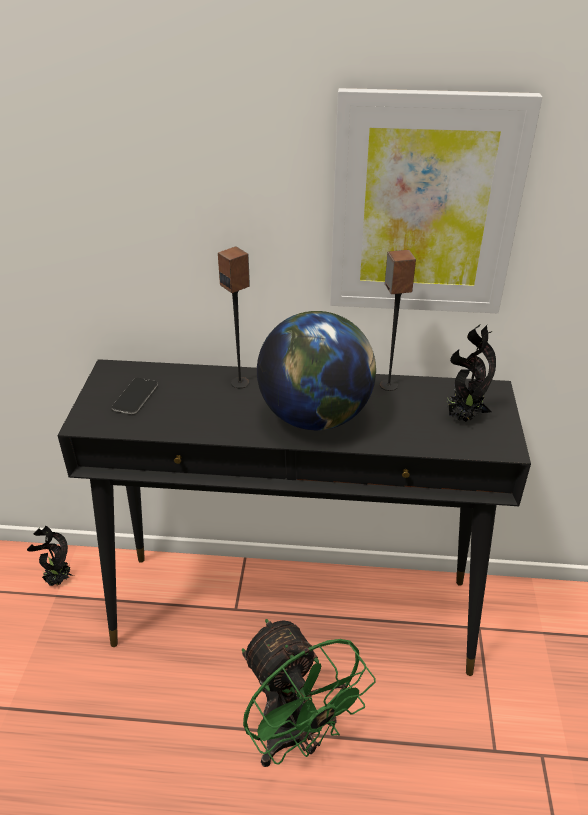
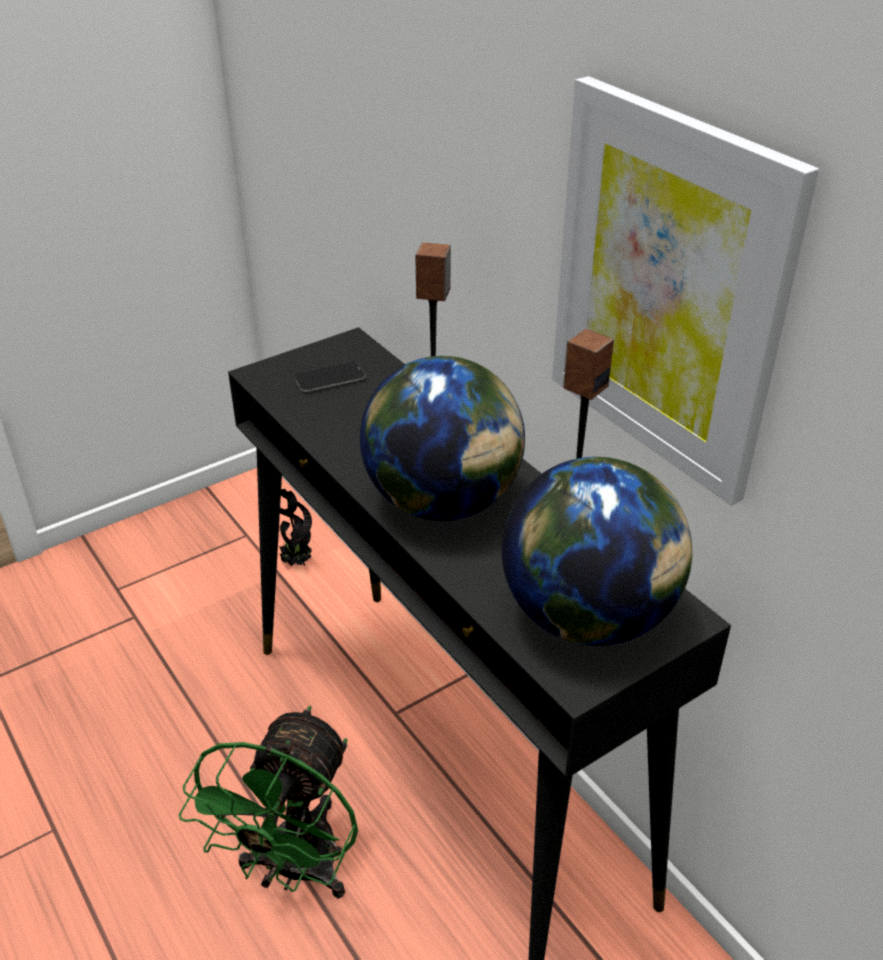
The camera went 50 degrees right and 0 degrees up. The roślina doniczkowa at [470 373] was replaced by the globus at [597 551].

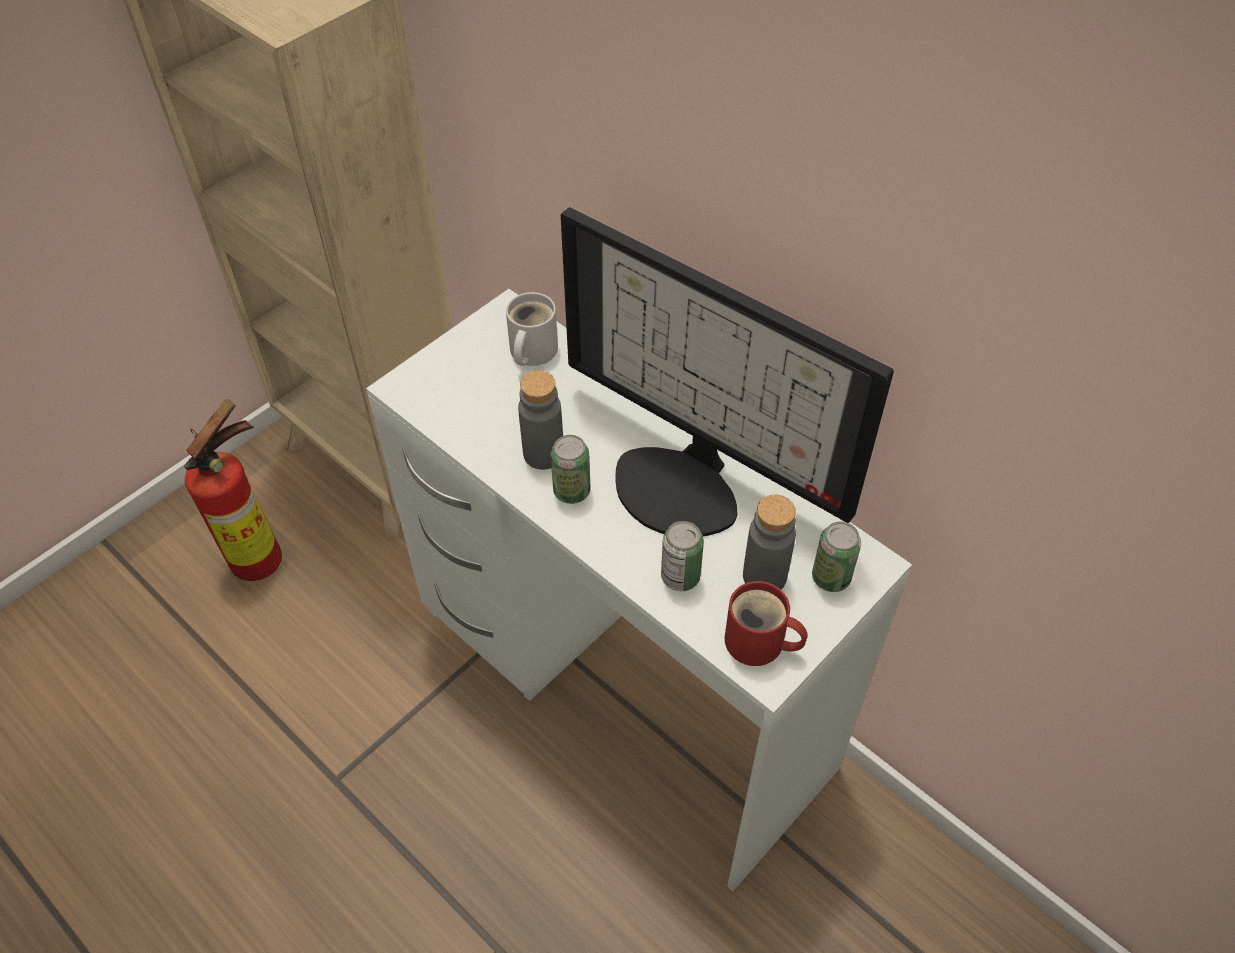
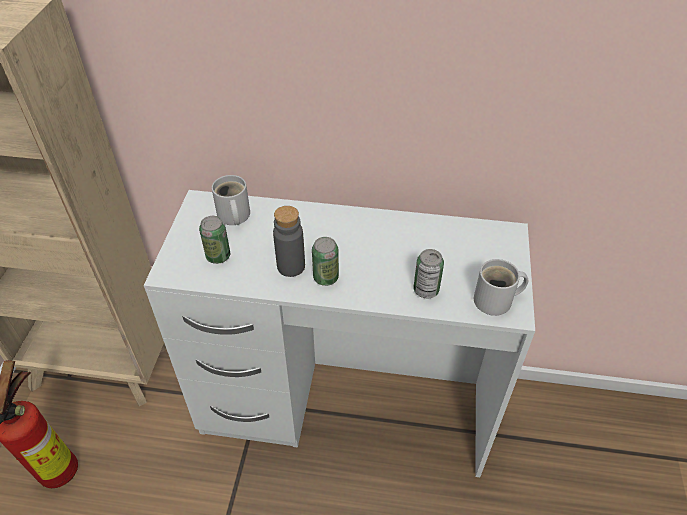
The camera went 35 degrees left and 5 degrees down. The monitor at [727 371] disappeared. The butelka [szary] at [769 542] disappeared. The puszka moved from [836 557] to [214 240]. The kubek [czerwony] at [766 623] became the kubek [biały] at [501 287].

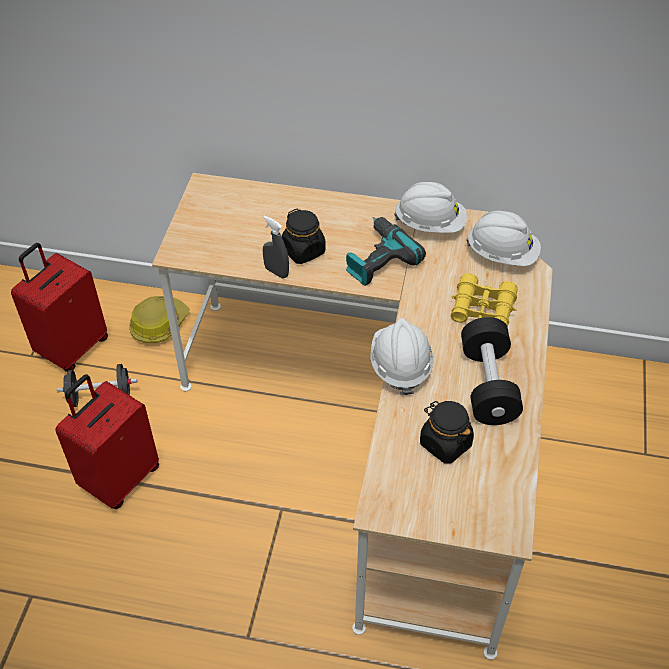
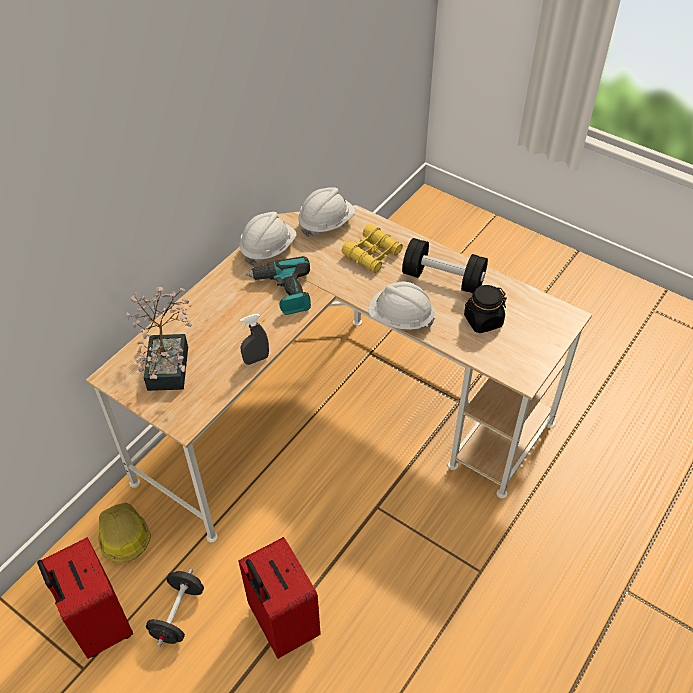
The camera went 65 degrees left and 0 degrees up. The słoik [czarny] at [304 236] disappeared. The roślina doniczkowa at [159 339] appeared.

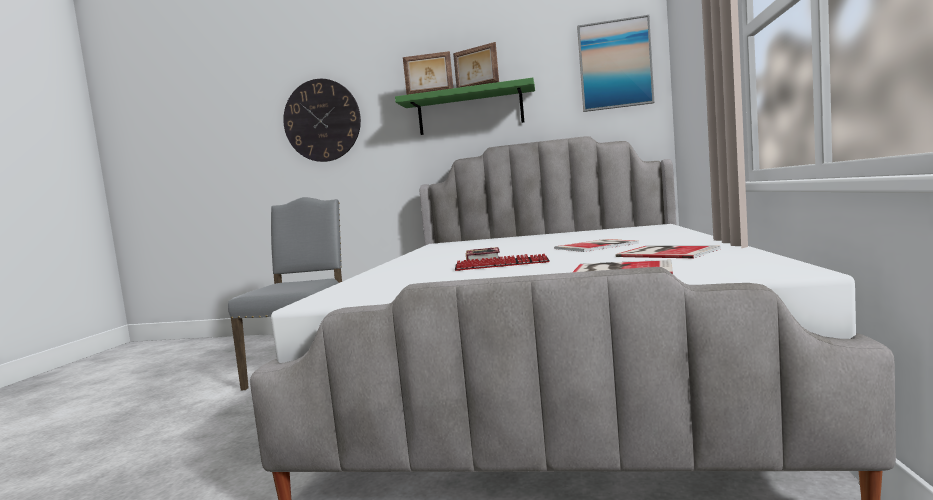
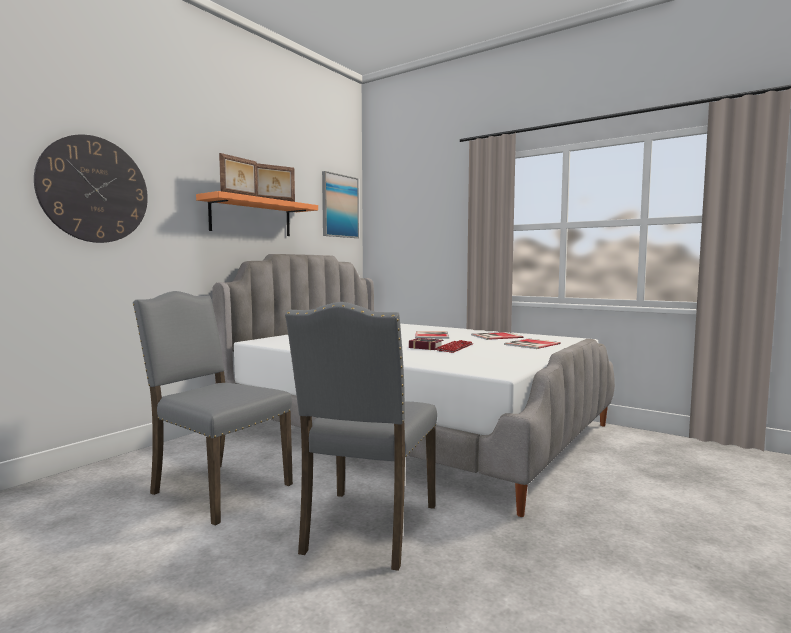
The camera went 65 degrees left and 0 degrees up. The półka [zielony] at [465 106] became the półka [pomarańczowy] at [257 213]. The krzesło [szary] at [361 436] appeared.

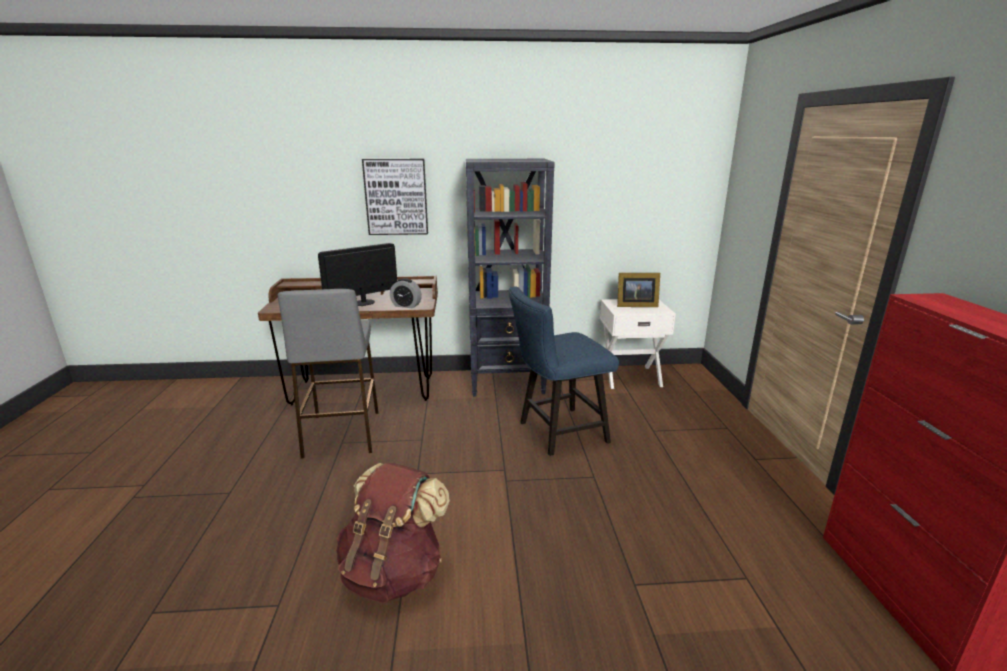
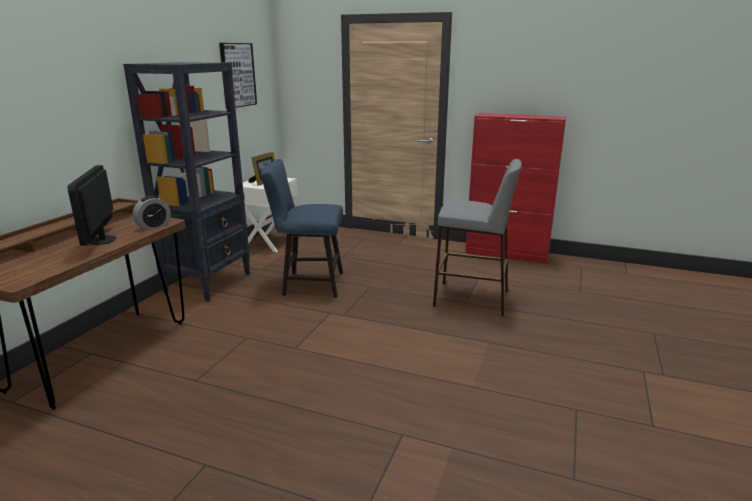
The camera went 65 degrees left and 0 degrees up. The obraz moved from [395 197] to [238 76]. The krzesło [niebieski] at [564 371] turned 90 degrees clockwise. The stołek [szary] moved from [328 374] to [477 237]. The plecak [brązowy] at [393 533] disappeared.

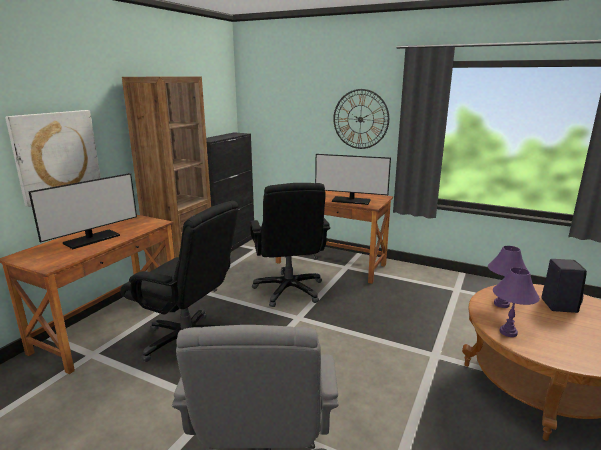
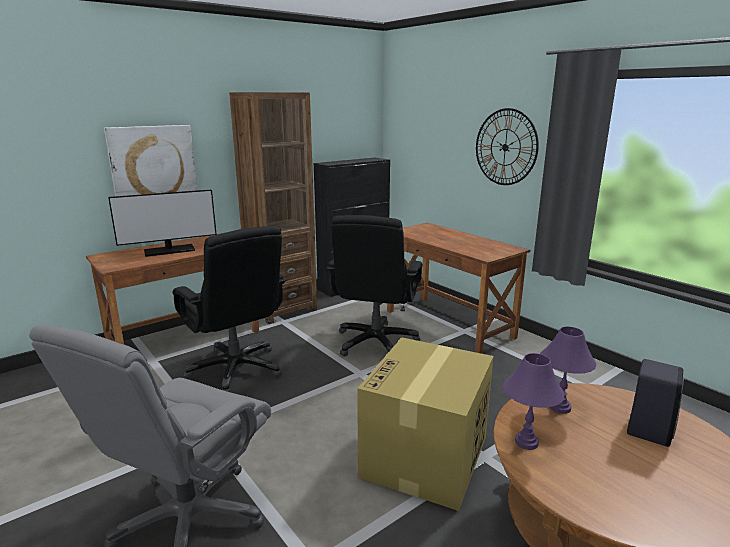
The camera went 25 degrees right and 0 degrees up. The monitor at [353 179] disappeared. The karton at [425 424] appeared.

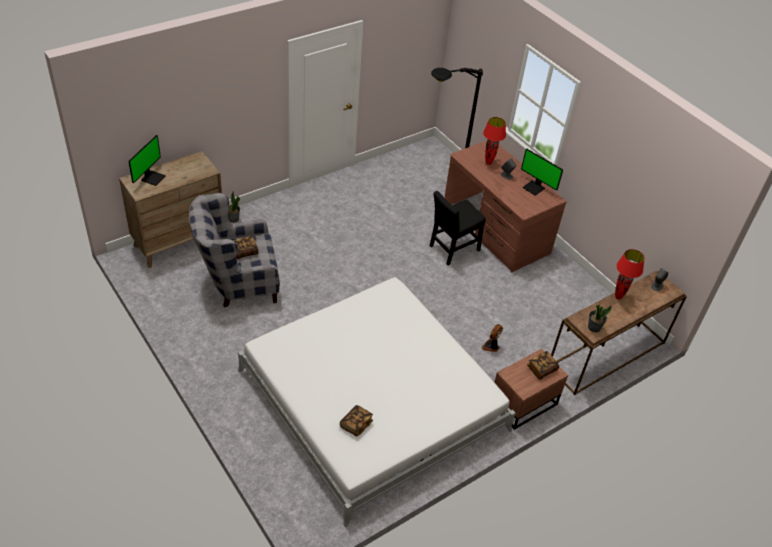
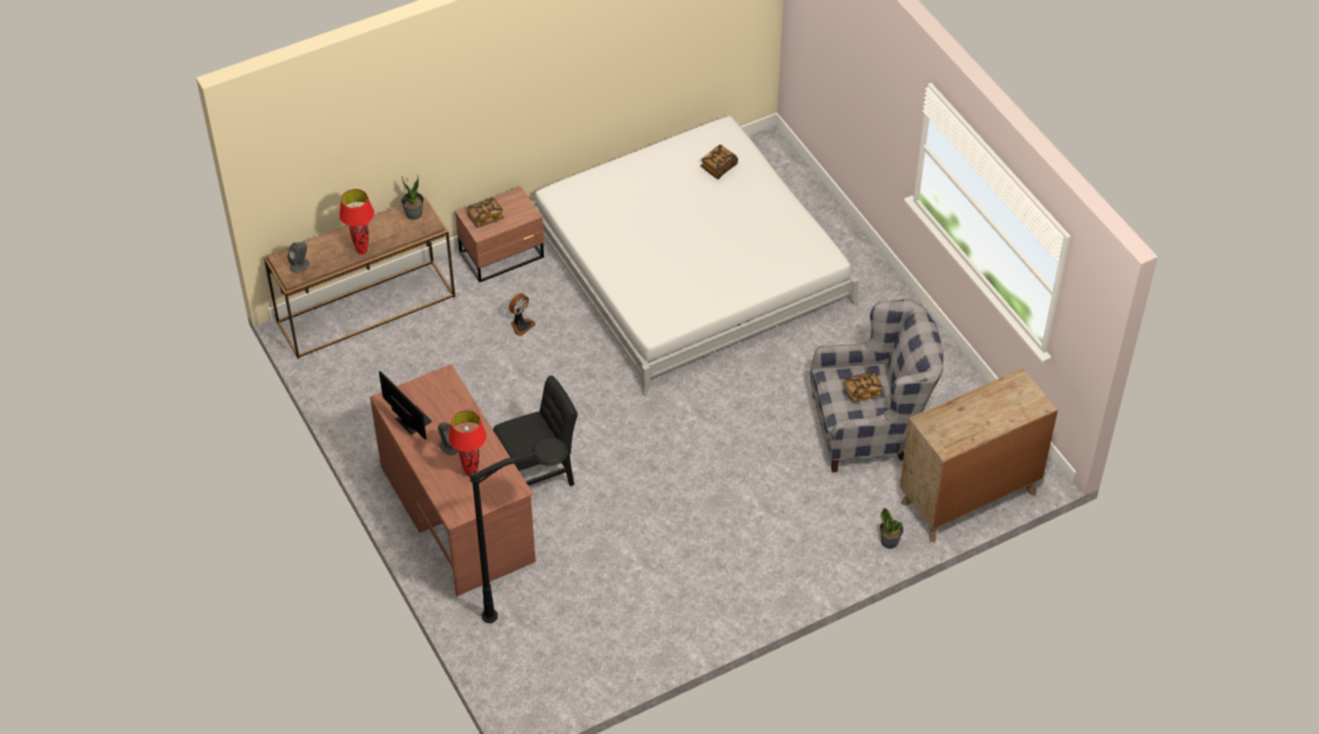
The camera went 170 degrees left and 5 degrees up. The monitor at [147 160] disappeared.

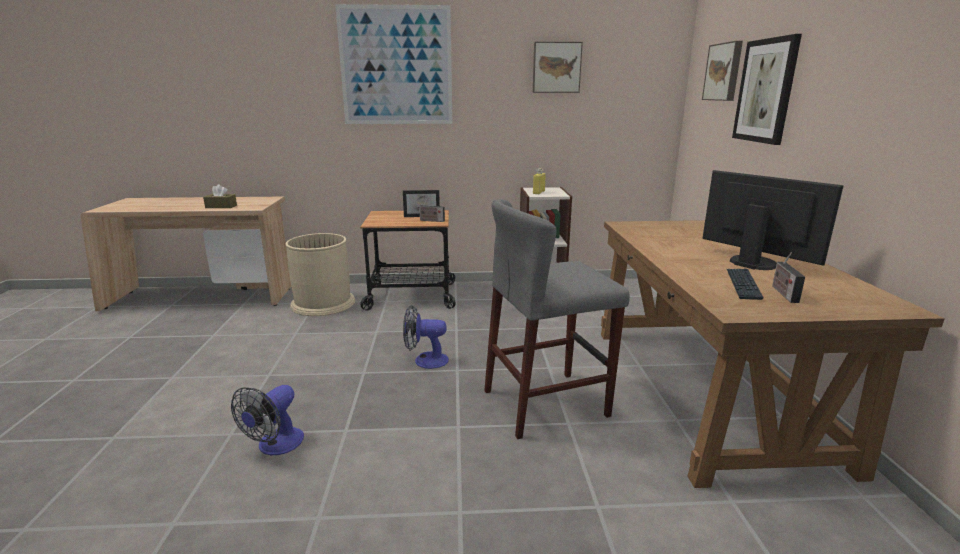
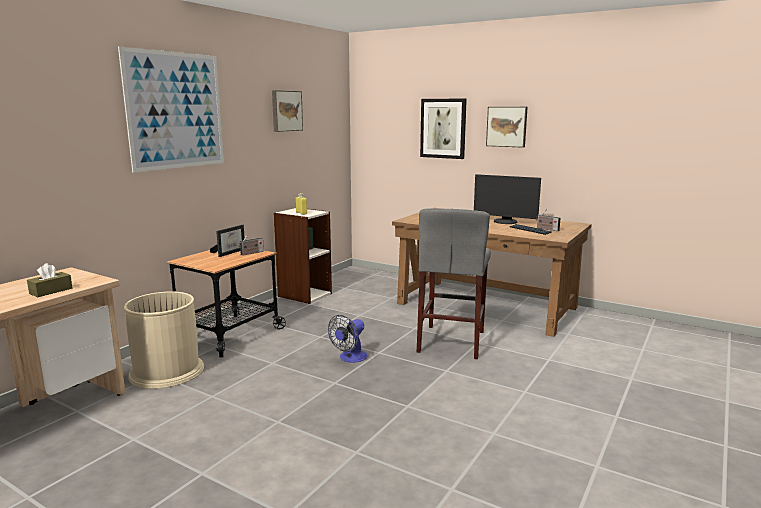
The camera went 55 degrees left and 5 degrees down. The obraz moved from [722 71] to [507 127]. The monitor at [773 220] turned 150 degrees counterclockwise. The wentylator at [267 420] disappeared.

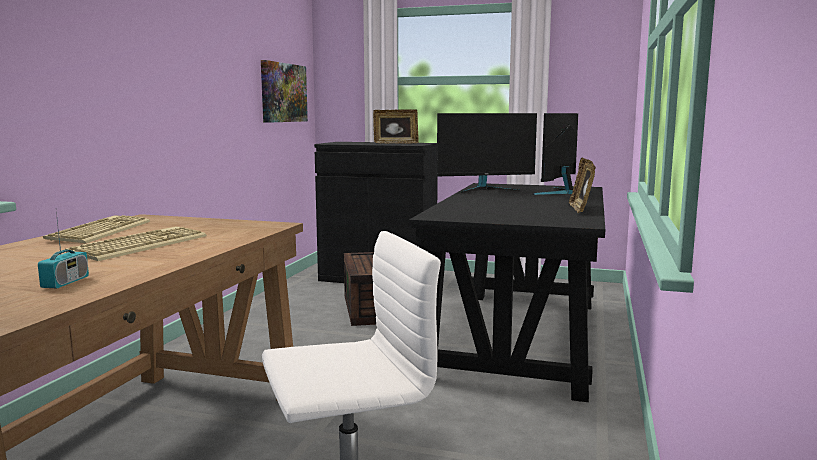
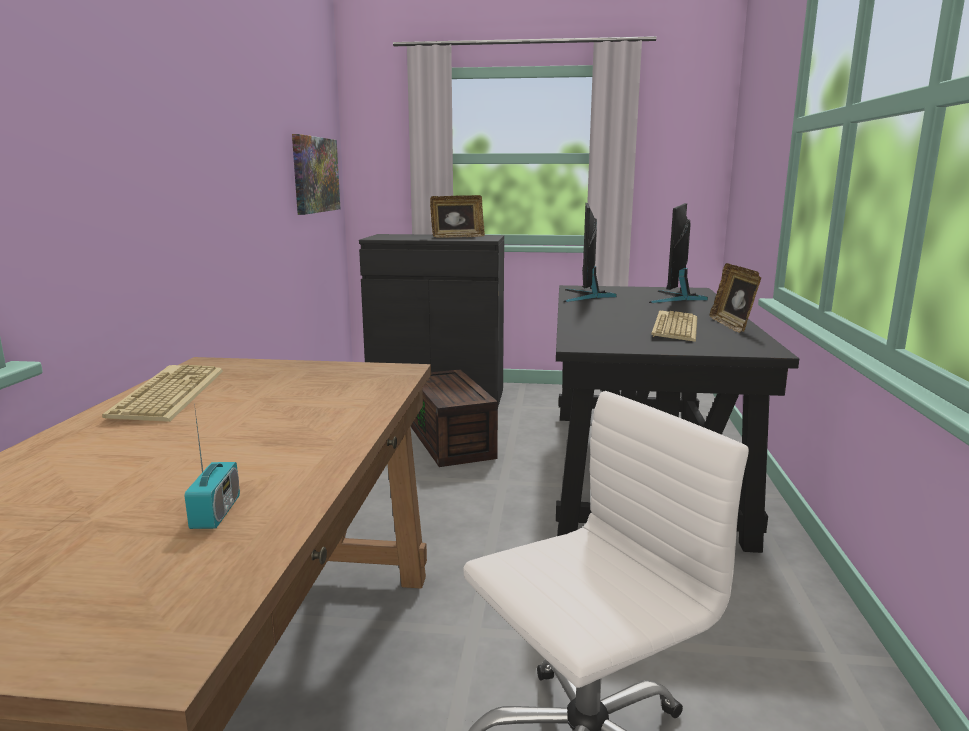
The camera went 10 degrees left and 5 degrees up. The monitor at [487 153] turned 120 degrees clockwise. The klawiatura moved from [136 243] to [674 326].

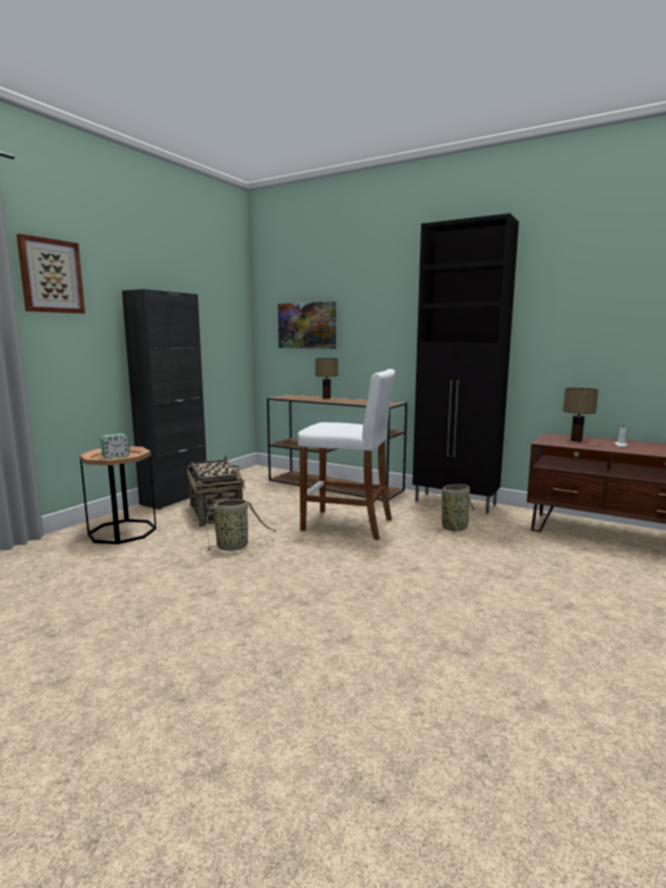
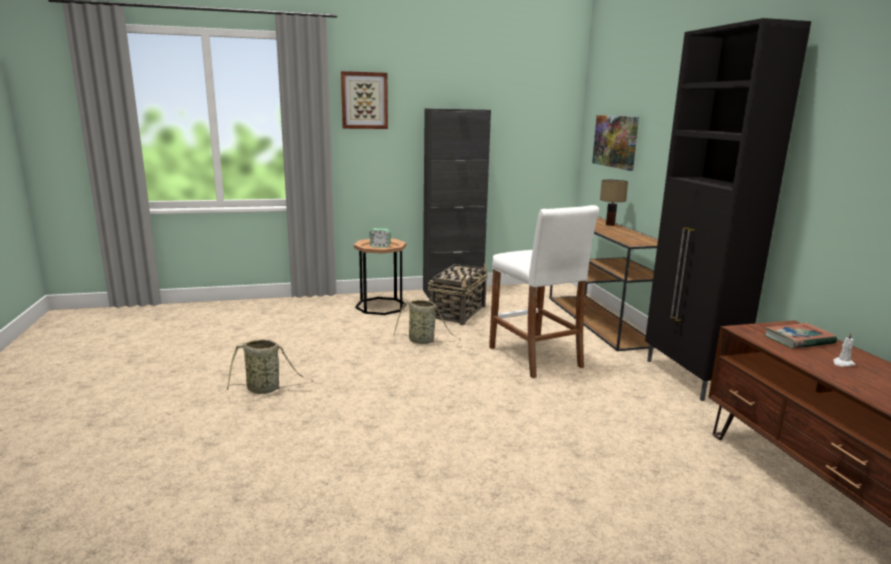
The camera went 45 degrees right and 5 degrees up. The lampa stołowa at [580 415] was replaced by the książka at [801 336]. The koszyk moved from [456 508] to [270 366].

